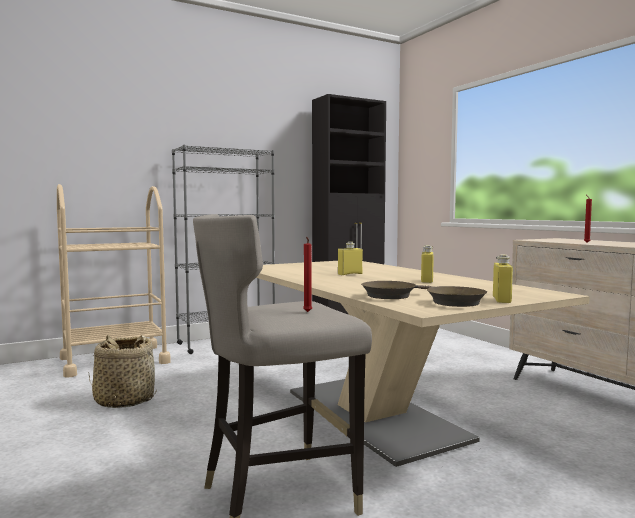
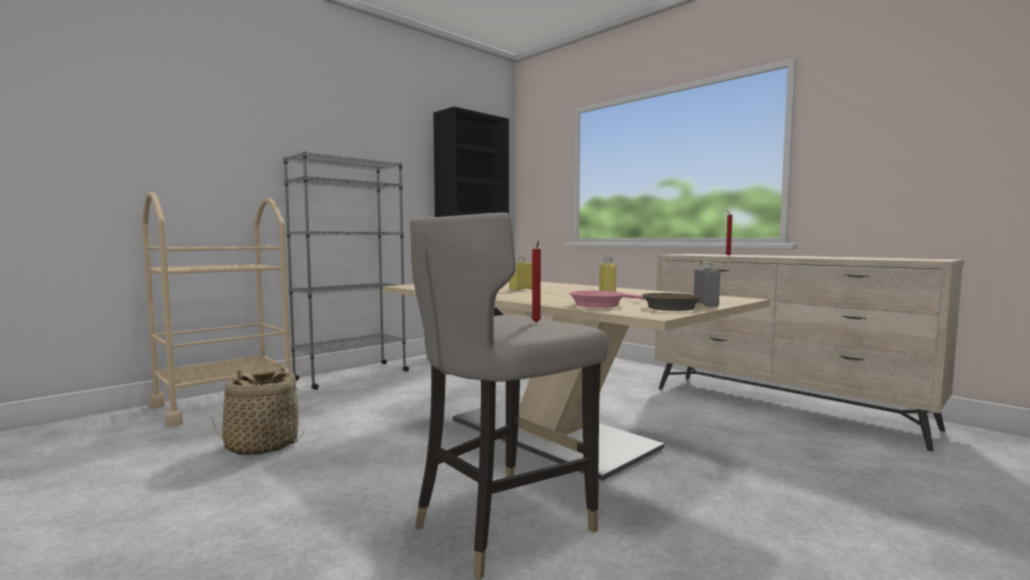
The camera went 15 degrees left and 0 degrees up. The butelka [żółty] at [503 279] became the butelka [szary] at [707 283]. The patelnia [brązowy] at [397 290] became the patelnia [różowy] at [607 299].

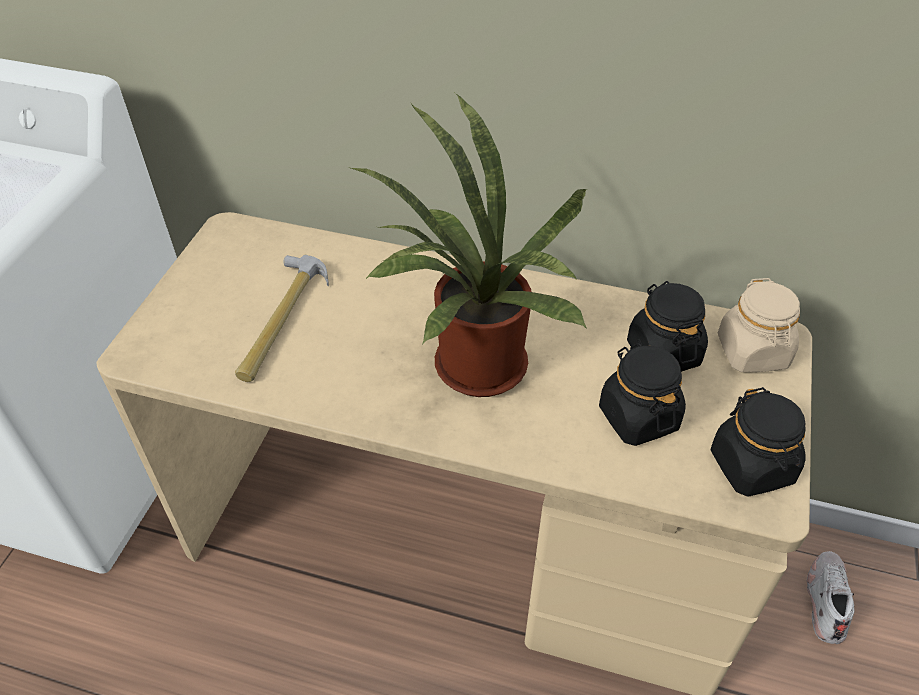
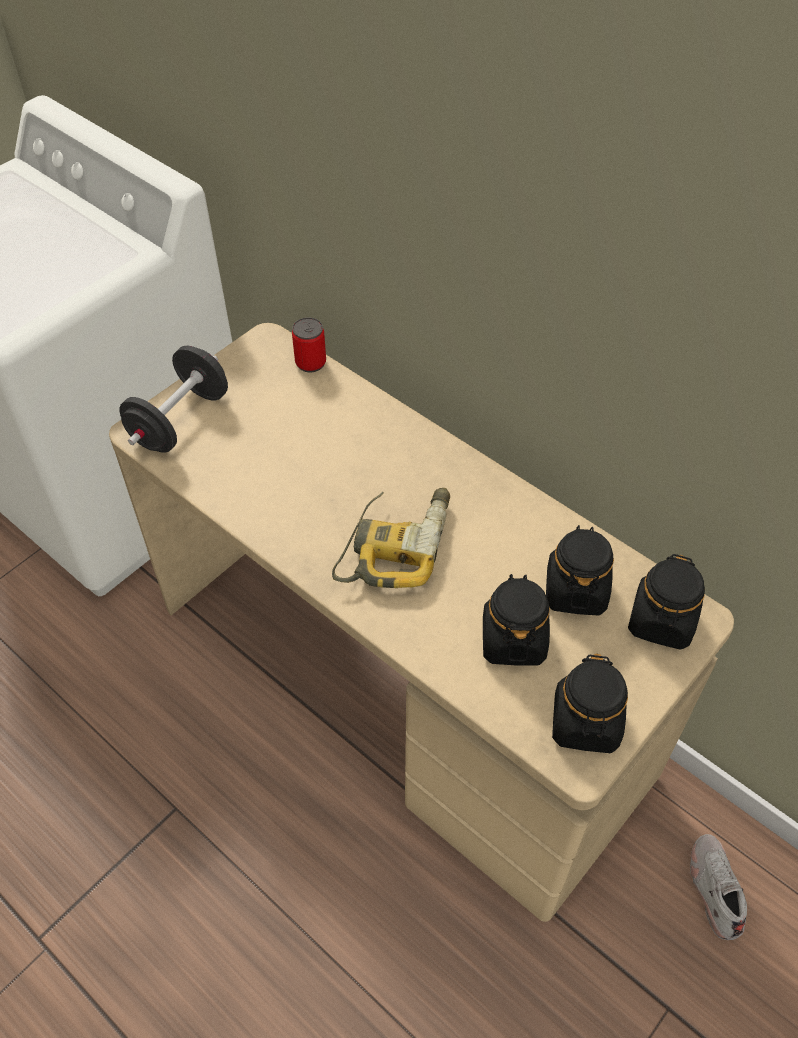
The camera went 25 degrees right and 5 degrees up. The roślina doniczkowa at [468 245] was replaced by the wiertarka at [391 538]. The młotek at [282 318] disappeared. The słoik [beżowy] at [759 325] became the słoik [czarny] at [666 602]. The but [biały] at [830 597] turned 45 degrees counterclockwise. The puszka at [309 344] appeared. The hantel [czarny] at [173 399] appeared.

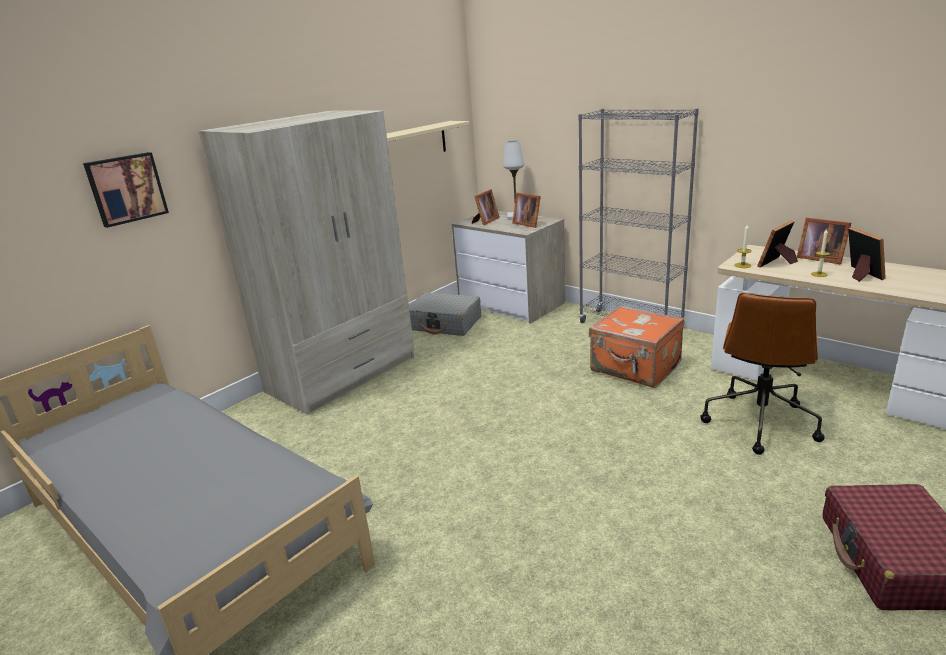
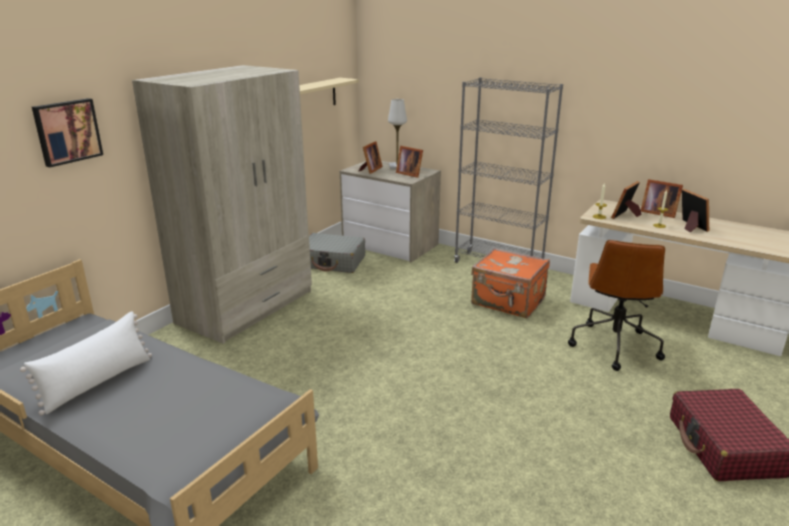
The camera went 10 degrees left and 0 degrees up. The poduszka [biały] at [86 363] appeared.

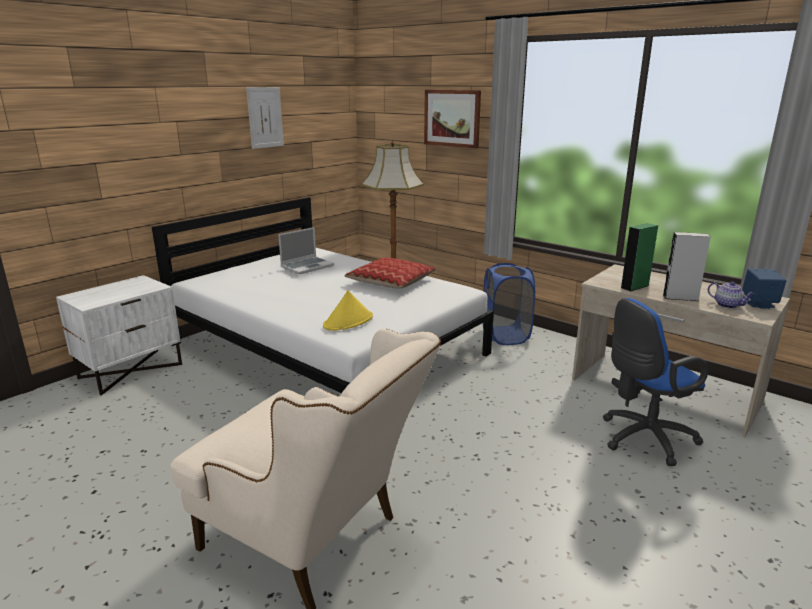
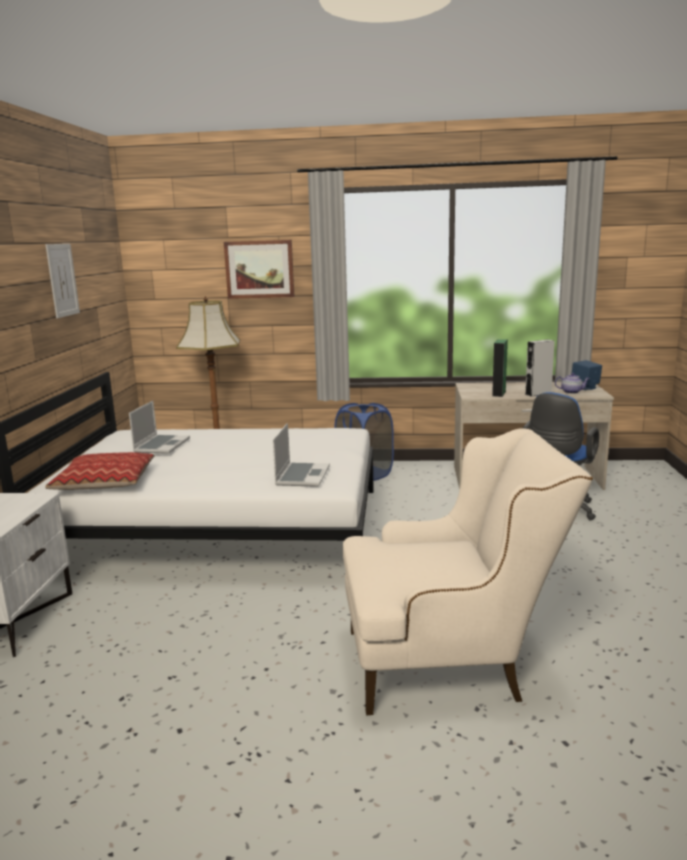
The camera went 35 degrees left and 5 degrees down. The poduszka moved from [390 273] to [99 471]. The kapelusz [żółty] at [348 310] was replaced by the laptop at [301 455].

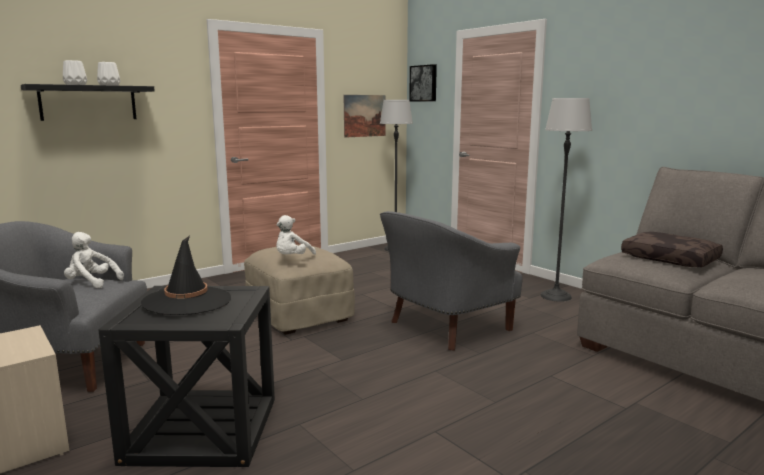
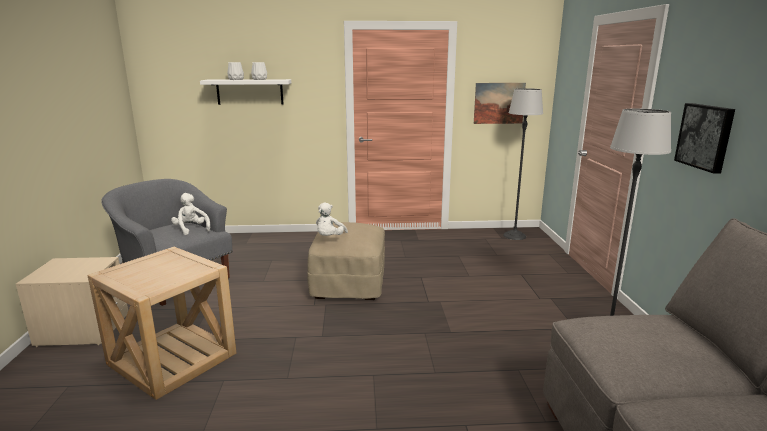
The camera went 35 degrees right and 5 degrees up. The obraz moved from [423 82] to [704 138]. The półka [czarny] at [88 102] became the półka [biały] at [245 92]. The fotel [szary] at [451 281] disappeared. The pluszak [biały] at [296 235] turned 45 degrees counterclockwise. The poduszka [brązowy] at [672 249] disappeared. The kapelusz [czarny] at [186 275] disappeared. The stolik [czarny] at [187 376] became the stolik [beżowy] at [162 323].

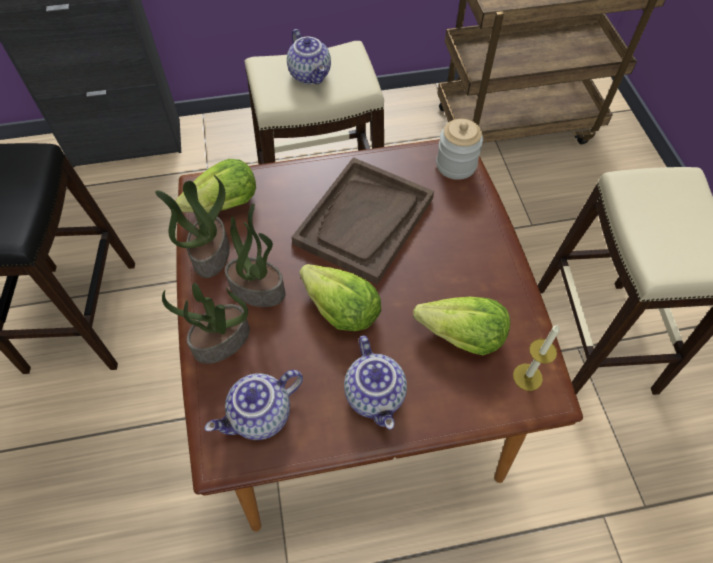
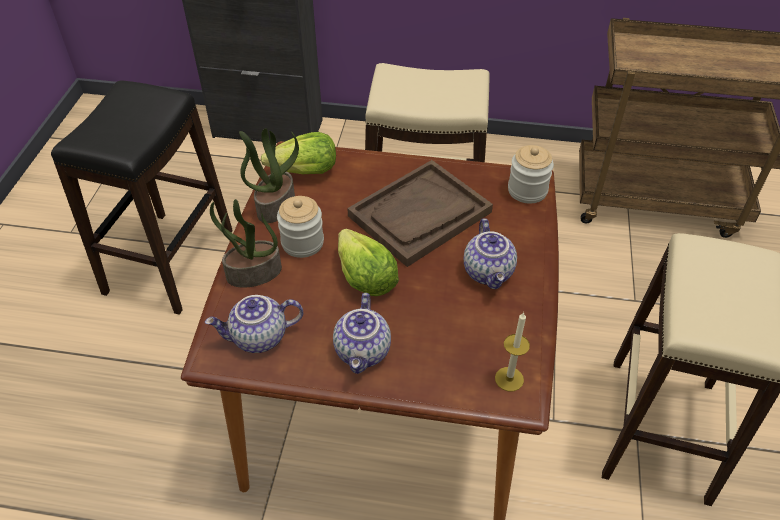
The camera went 20 degrees right and 10 degrees down. The imbryk moved from [309 56] to [490 253]. The roślina doniczkowa at [254 255] was replaced by the słoik at [300 227]. The sałata at [461 326] disappeared.

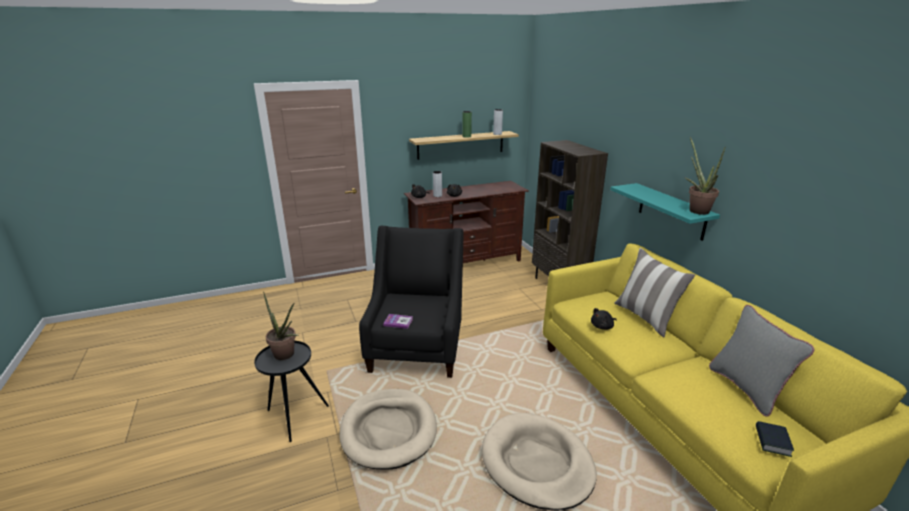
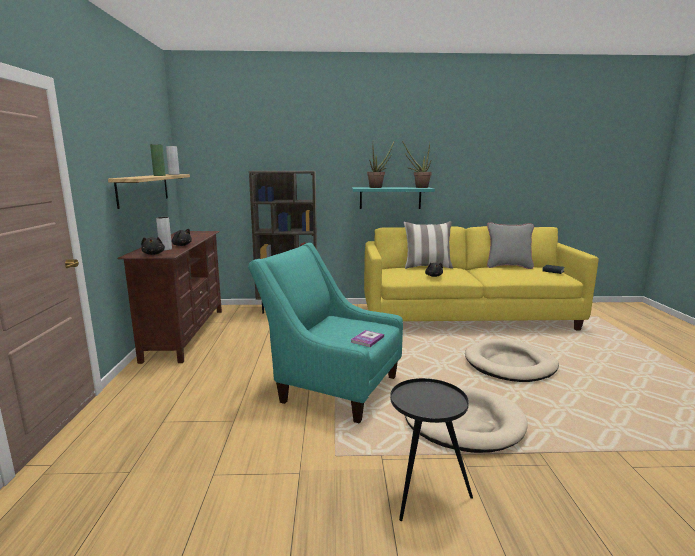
The camera went 70 degrees left and 10 degrees down. The fotel [czarny] at [411 302] became the fotel [turkusowy] at [325 333]. The roślina doniczkowa moved from [281 325] to [381 164].

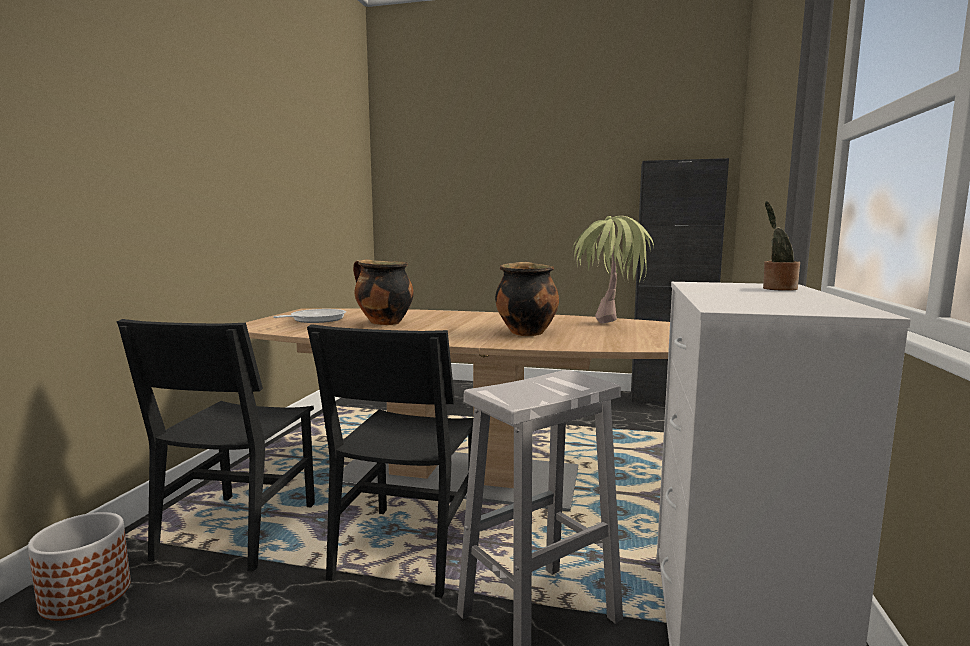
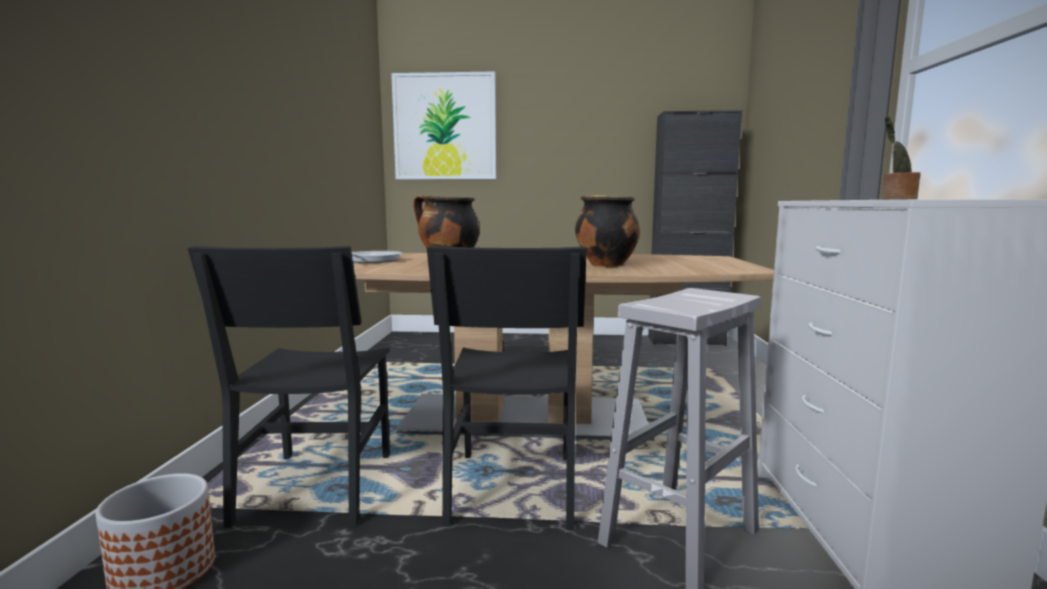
The camera went 10 degrees left and 0 degrees up. The roślina doniczkowa at [613 269] disappeared. The obraz at [443 125] appeared.

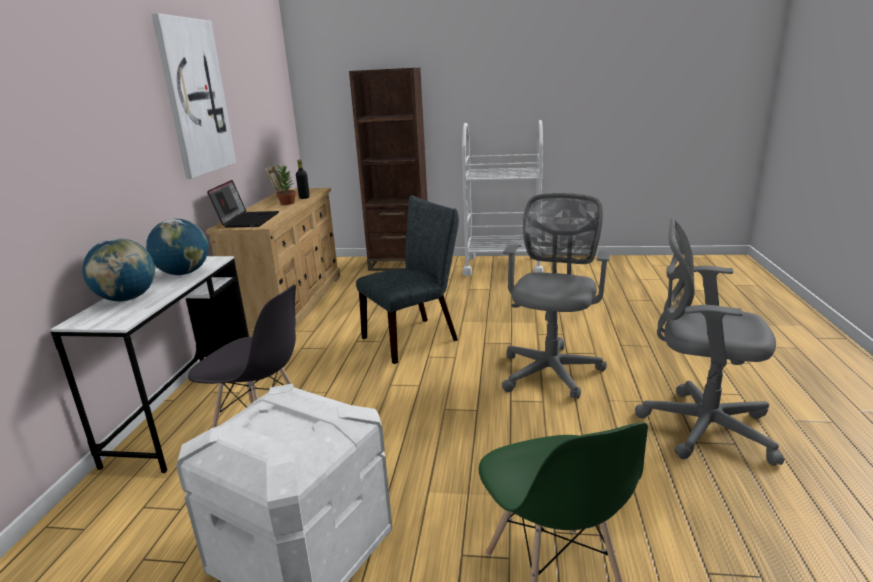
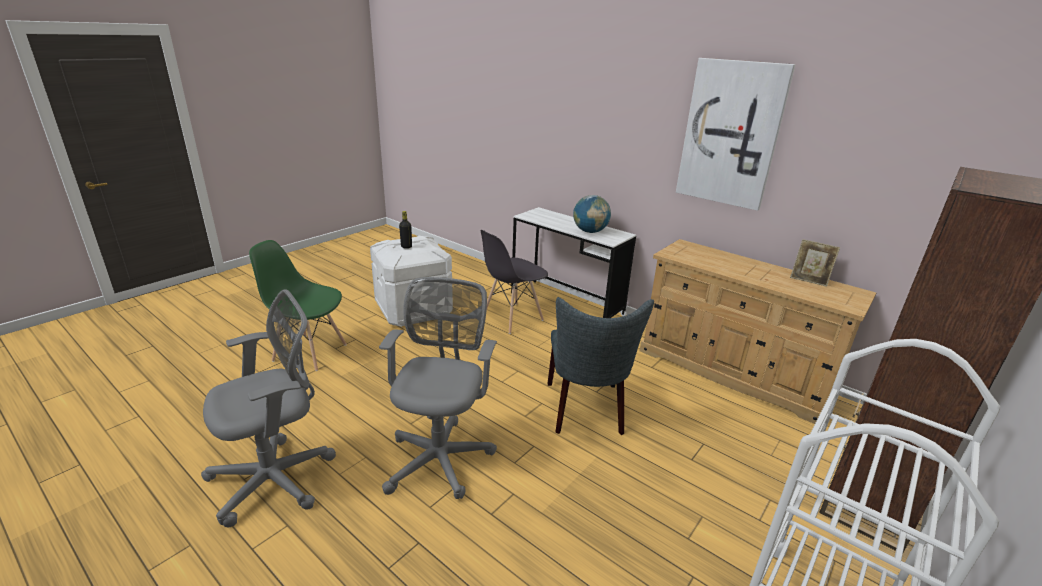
The camera went 120 degrees right and 5 degrees up. The butelka [czarny] moved from [303 179] to [405 230]. The roślina doniczkowa at [285 185] disappeared. The laptop at [243 204] disappeared. The krzesło biurowe [szary] at [556 296] turned 135 degrees counterclockwise. The globus at [119 269] disappeared.

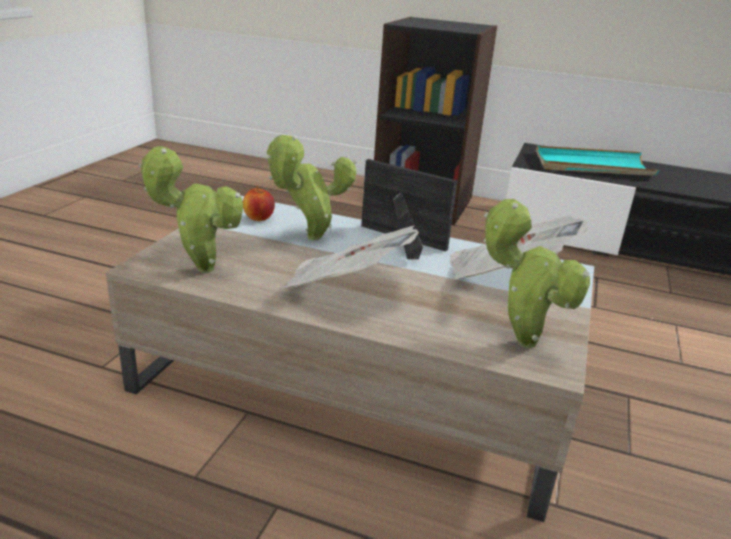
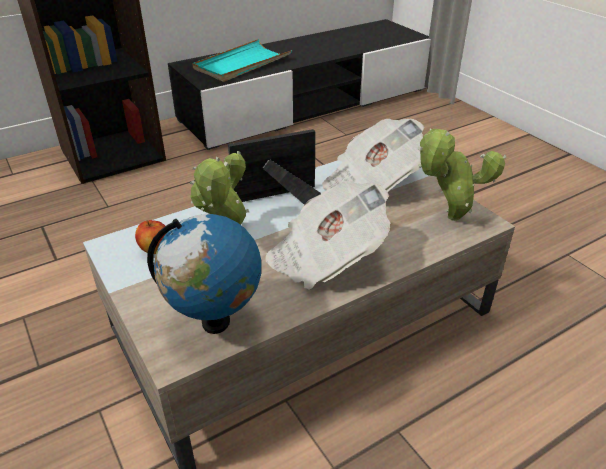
The camera went 50 degrees left and 10 degrees up. The roślina doniczkowa at [190 209] was replaced by the globus at [204 274].

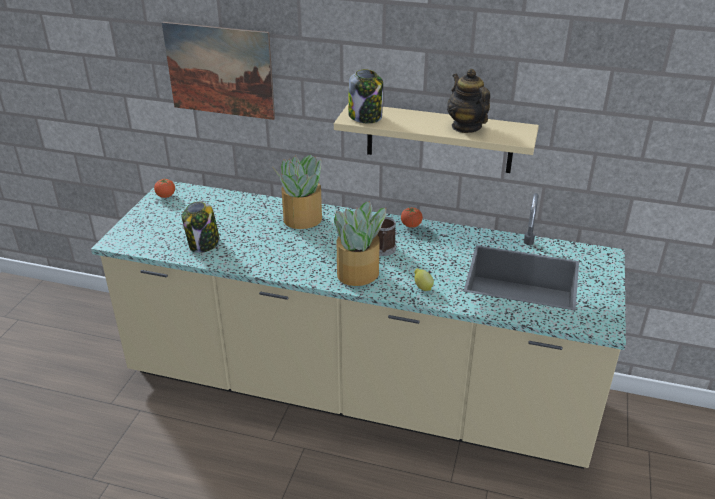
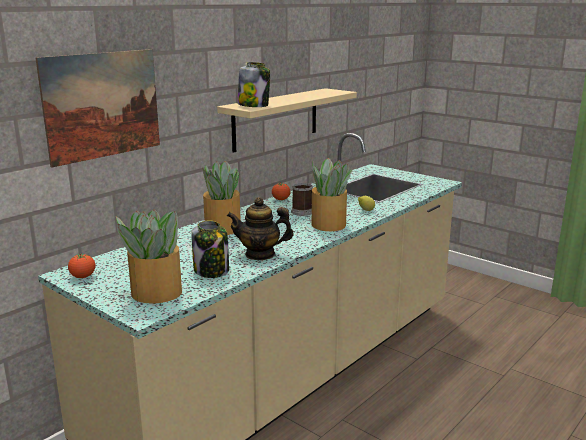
The camera went 65 degrees left and 15 degrees down. The imbryk moved from [468 101] to [260 228]. The roślina doniczkowa at [149 256] appeared.

